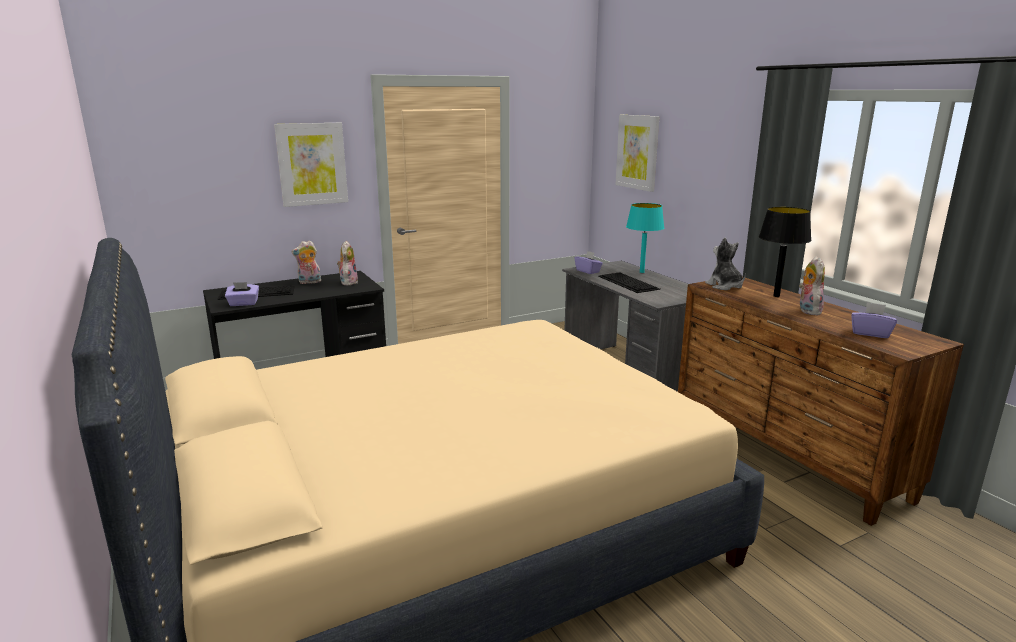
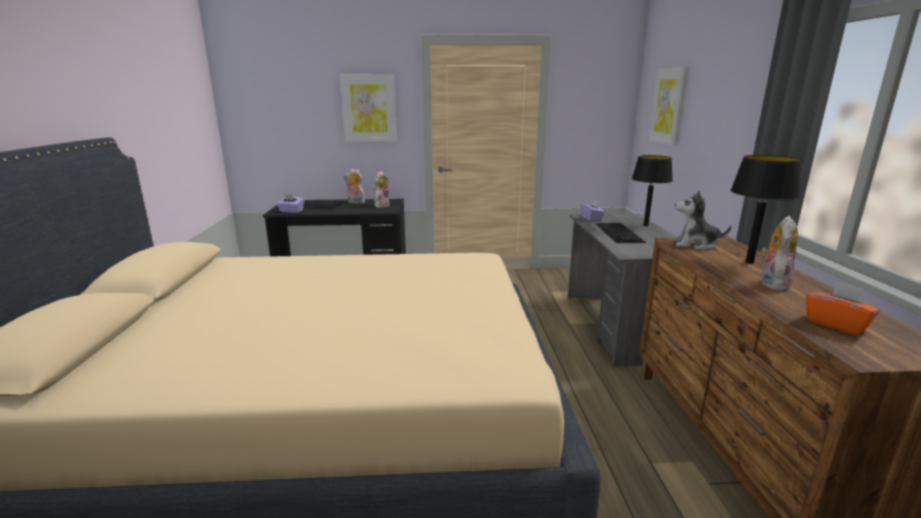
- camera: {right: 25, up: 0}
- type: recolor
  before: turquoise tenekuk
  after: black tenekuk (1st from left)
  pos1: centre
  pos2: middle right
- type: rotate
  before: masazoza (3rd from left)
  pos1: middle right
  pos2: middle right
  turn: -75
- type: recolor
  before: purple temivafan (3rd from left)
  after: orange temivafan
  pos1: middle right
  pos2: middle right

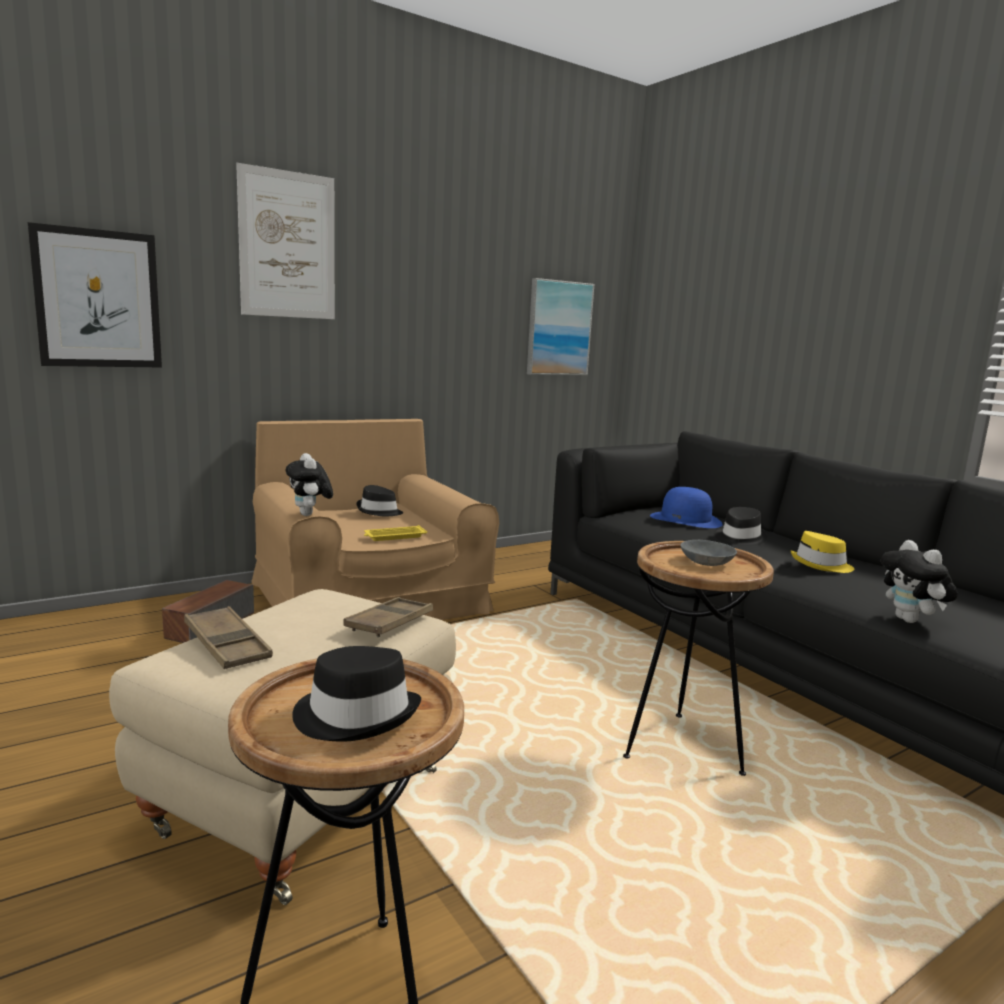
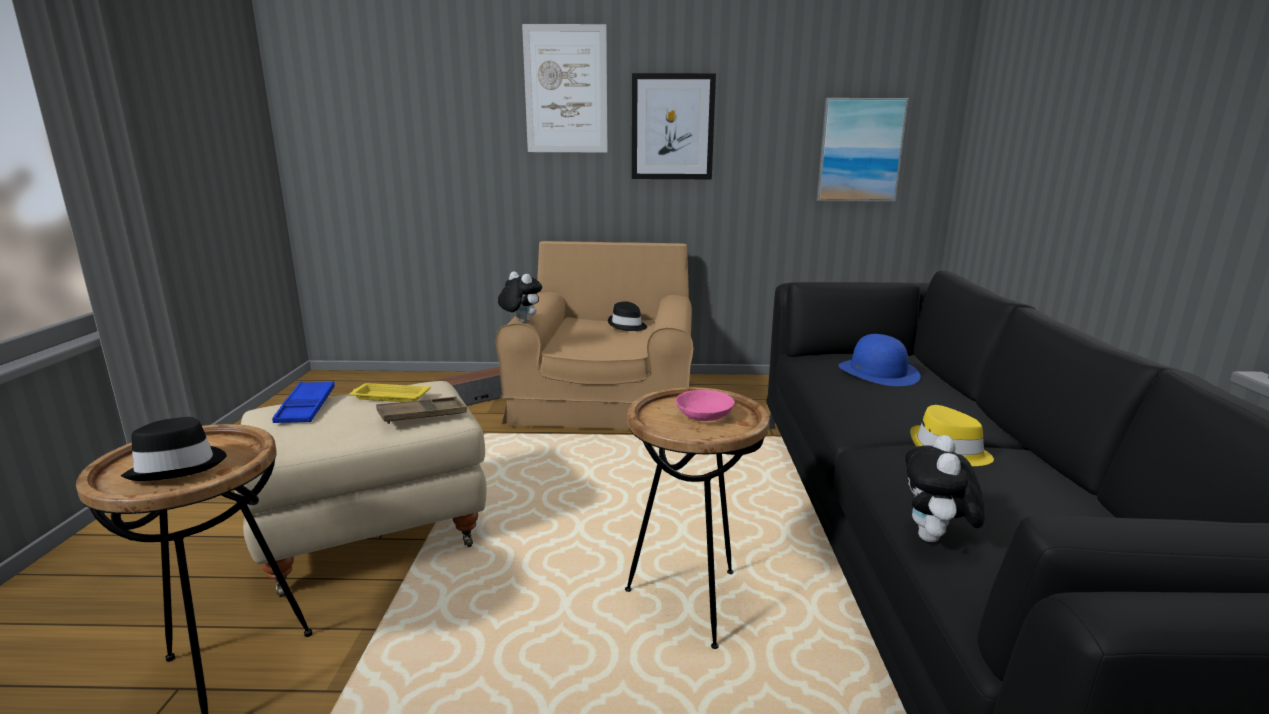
- camera: {right: 35, up: 5}
- type: recolor
  before: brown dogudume (1st from left)
  after: blue dogudume
  pos1: middle left
  pos2: middle left
- type: move
  before: yellow dogudume
  pos1: centre
  pos2: middle left
- type: rotate
  before: masazoza (1st from left)
  pos1: middle left
  pos2: centre
  turn: 120
- type: move
  before: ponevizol (1st from left in the first image)
  after: ponevizol (2nd from left)
  pos1: top left
  pos2: top centre
- type: recolor
  before: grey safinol
  after: pink safinol
  pos1: middle right
  pos2: centre
- type: delete
  before: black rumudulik (3rd from left)
  pos1: middle right

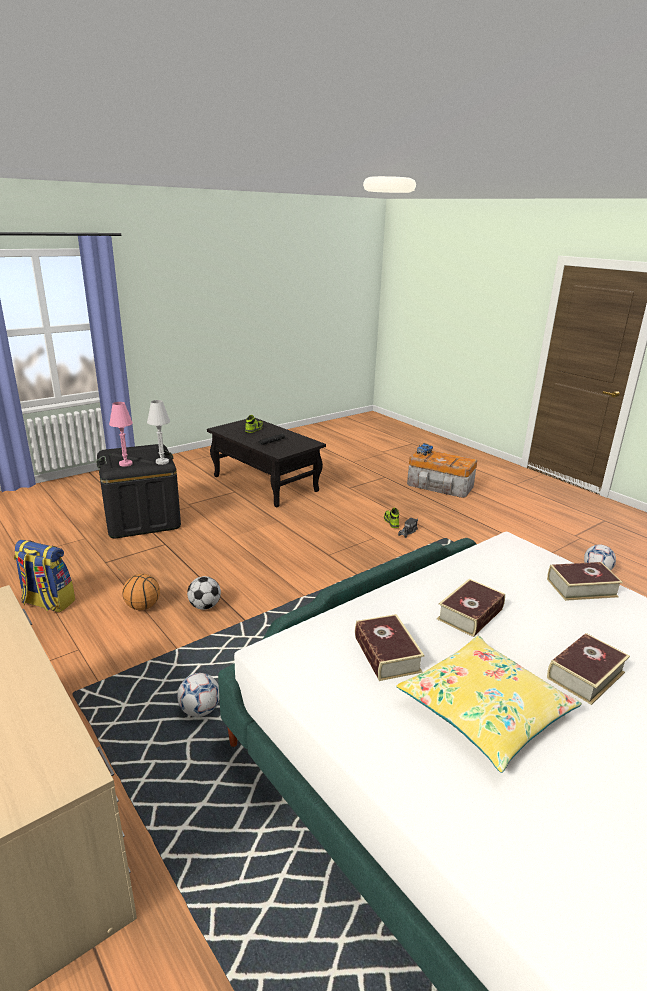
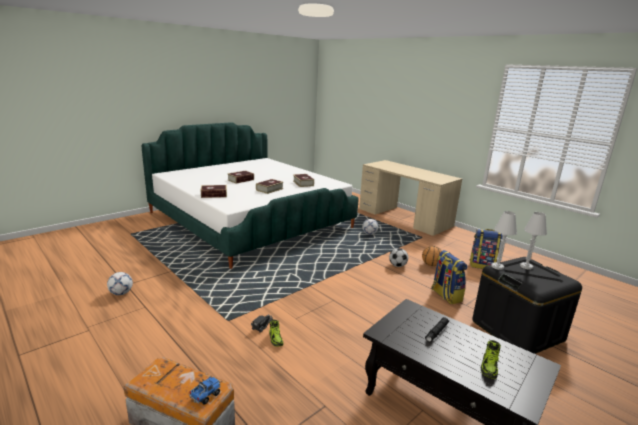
- camera: {right: 175, up: -5}
- type: insert
  after: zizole (1st from left)
  pos2: middle right
- type: recolor
  before: pink tenekuk
  after: white tenekuk (2nd from left)
  pos1: middle left
  pos2: middle right
- type: delete
  before: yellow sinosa
  pos1: bottom right

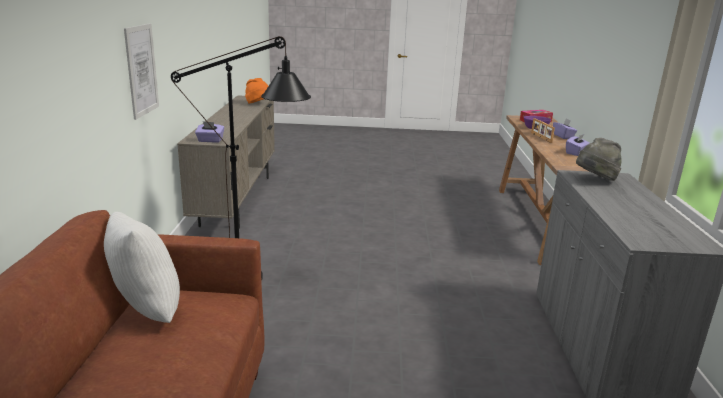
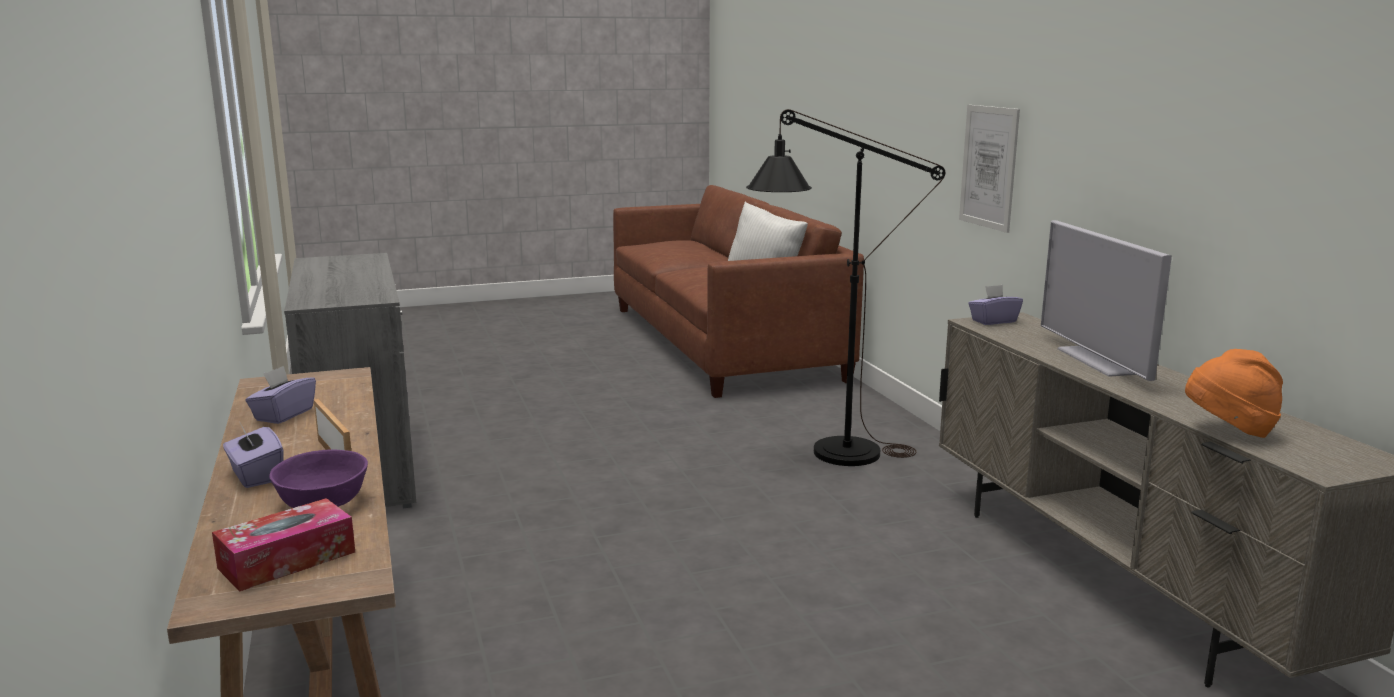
- camera: {right: 160, up: -5}
- type: insert
  after: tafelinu
  pos2: middle right
- type: delete
  before: grey rumudulik
  pos1: middle right

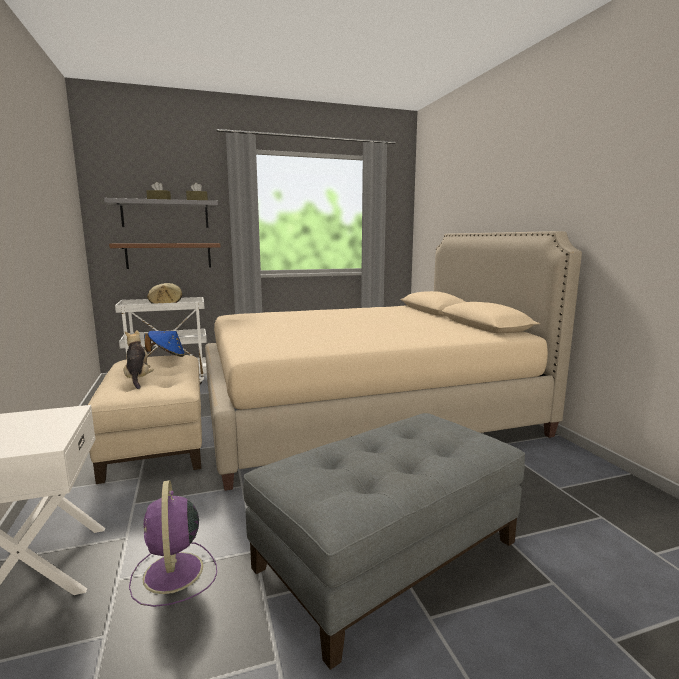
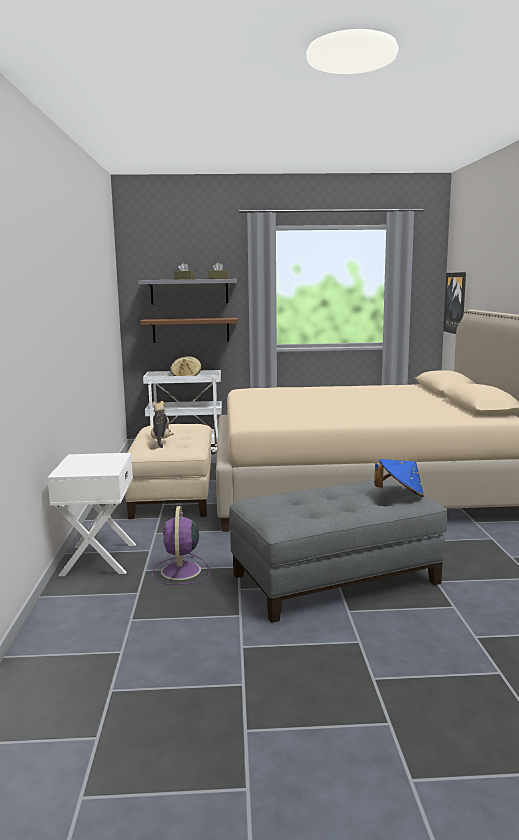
- camera: {right: 15, up: 0}
- type: move
  before: blue rumudulik
  pos1: middle left
  pos2: middle right
- type: insert
  after: ponevizol
  pos2: middle right

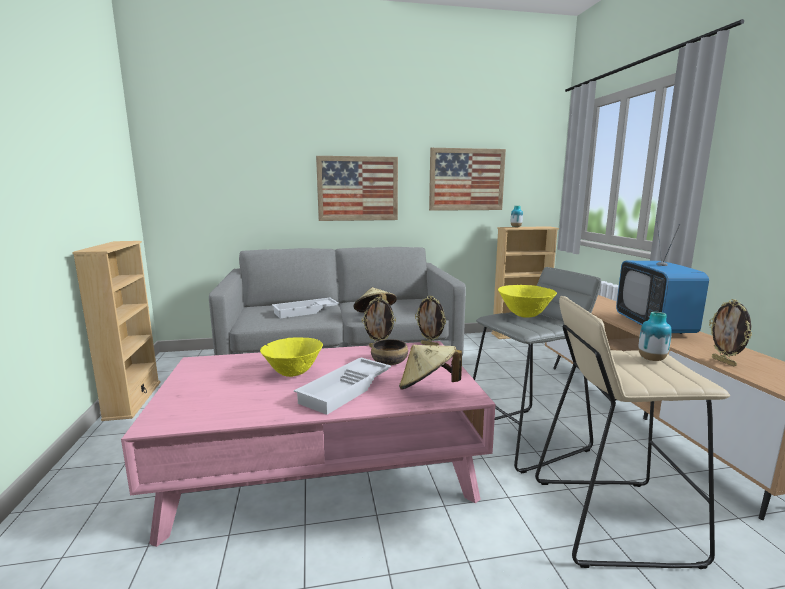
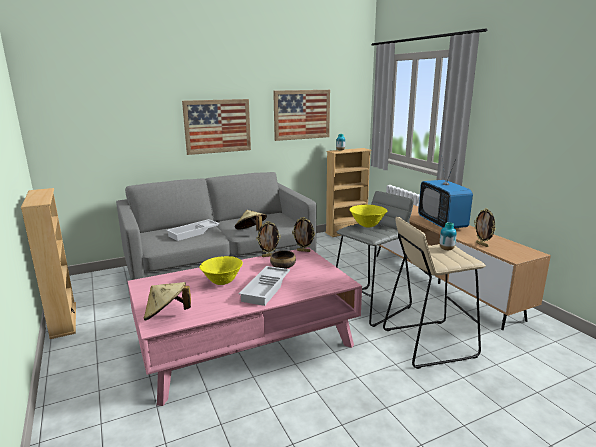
- camera: {right: -15, up: 5}
- type: move
  before: beige rumudulik (2nd from left in the first image)
  after: beige rumudulik (1st from left)
  pos1: centre
  pos2: bottom left

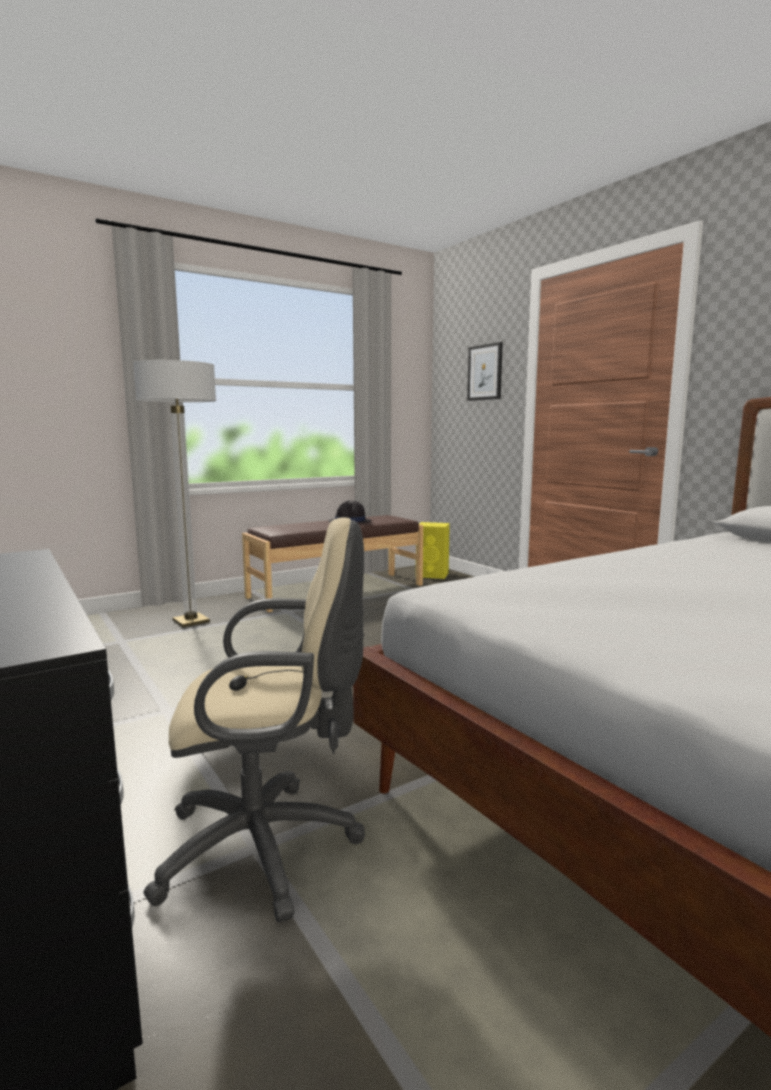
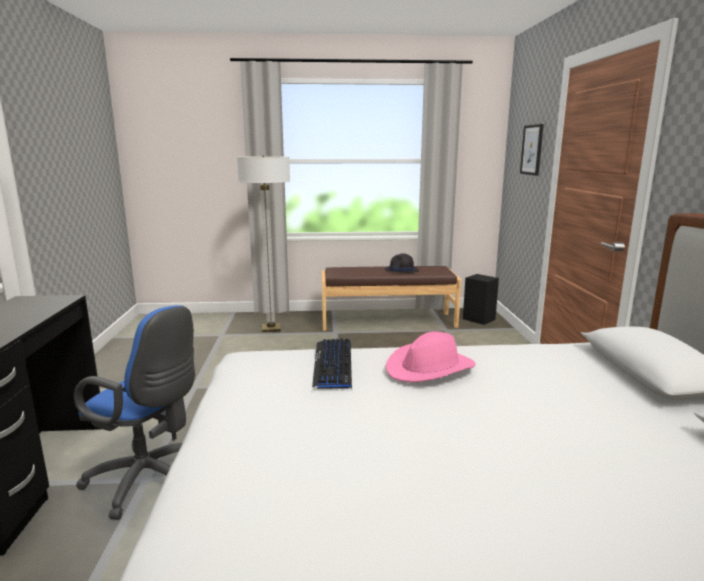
- camera: {right: 30, up: 5}
- type: recolor
  before: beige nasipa
  after: blue nasipa
  pos1: middle left
  pos2: bottom left
- type: insert
  after: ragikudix
  pos2: centre
- type: insert
  after: pink rumudulik
  pos2: centre
- type: recolor
  before: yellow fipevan
  after: black fipevan
  pos1: centre
  pos2: middle right

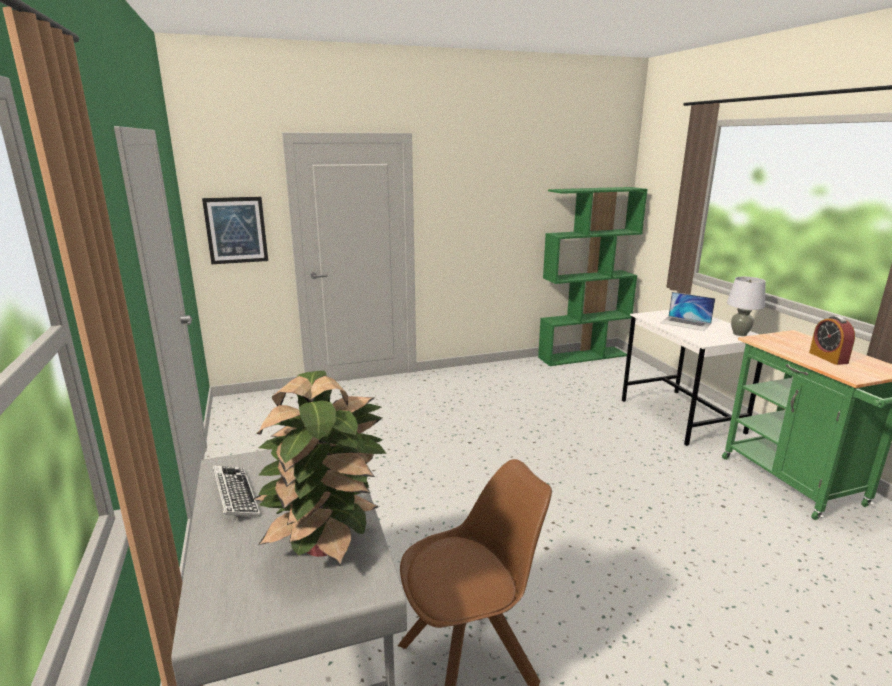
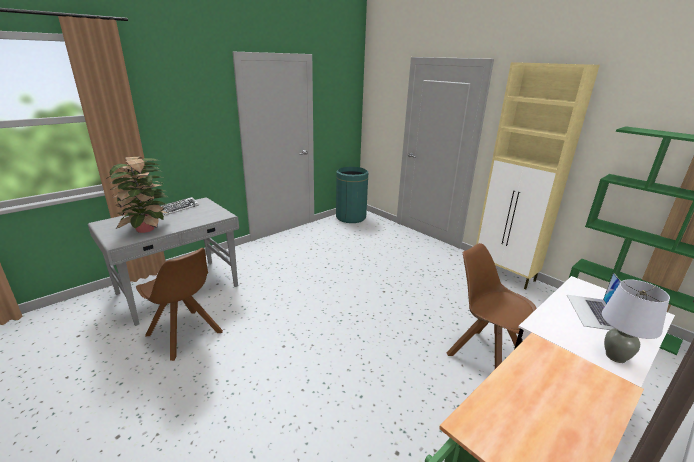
- camera: {right: 65, up: 5}
- type: insert
  after: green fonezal
  pos2: centre
- type: insert
  after: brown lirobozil (2nd from left)
  pos2: middle right
- type: insert
  after: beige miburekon
  pos2: middle right
- type: delete
  before: ponevizol
  pos1: middle left
- type: delete
  before: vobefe
  pos1: middle right

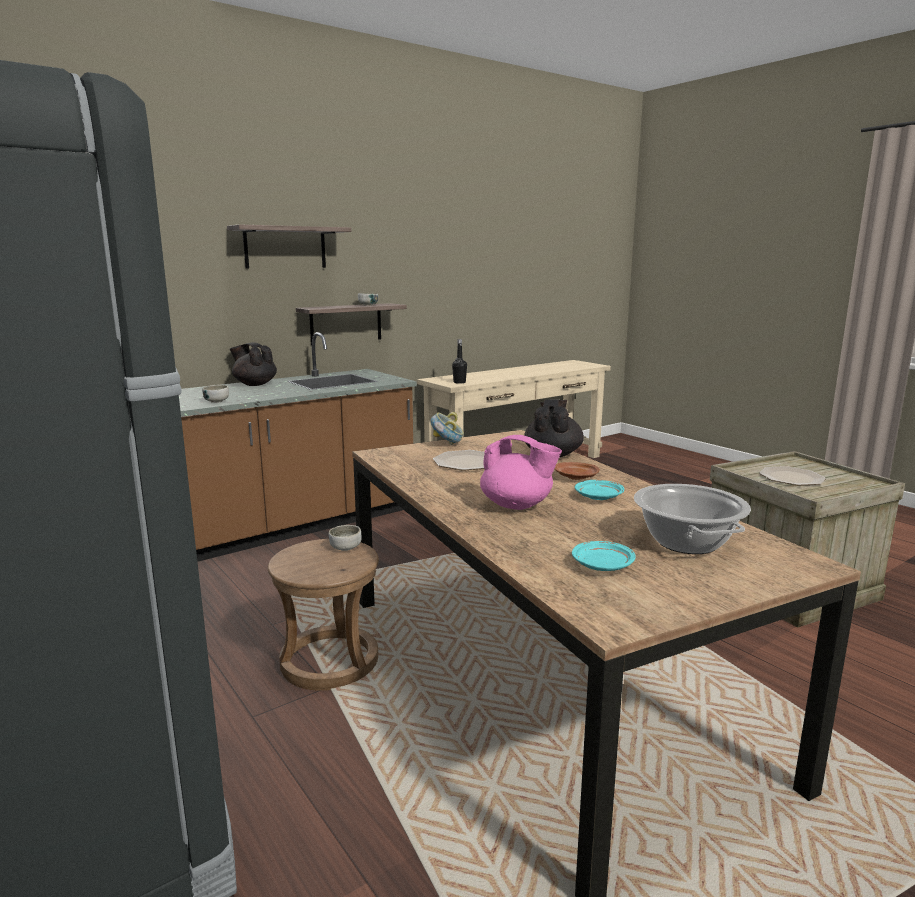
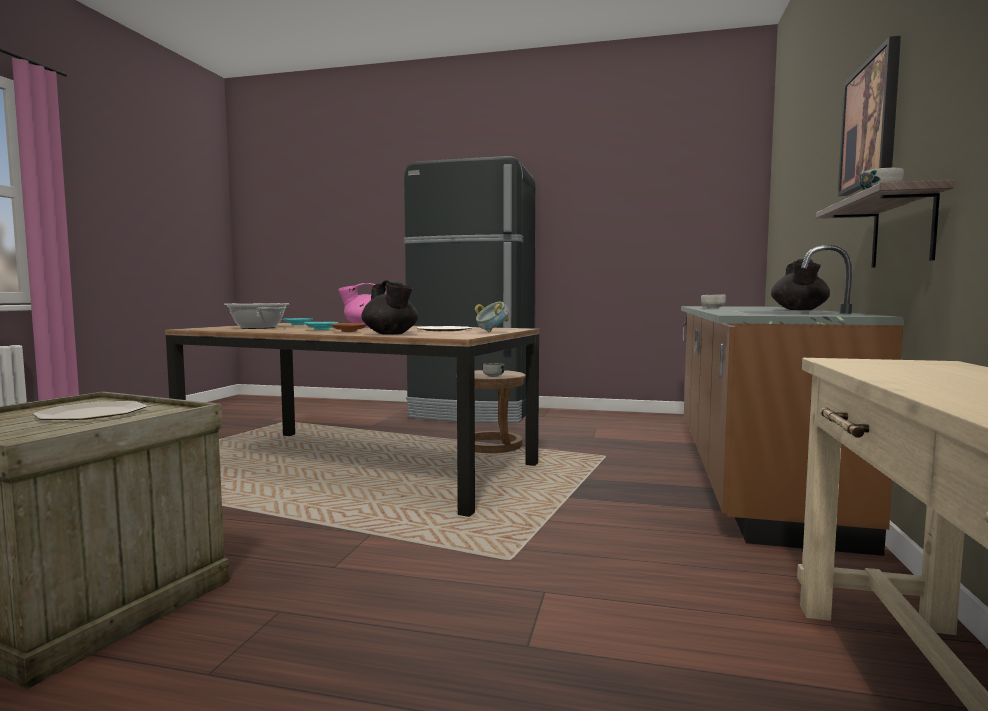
- camera: {right: 140, up: -10}
- type: rotate
  before: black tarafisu (1st from left in the first image)
  pos1: middle left
  pos2: middle right
  turn: 120
- type: replace
  before: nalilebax (1st from left)
  after: ponevizol
  pos1: top left
  pos2: top right
- type: delete
  before: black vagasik
  pos1: centre

